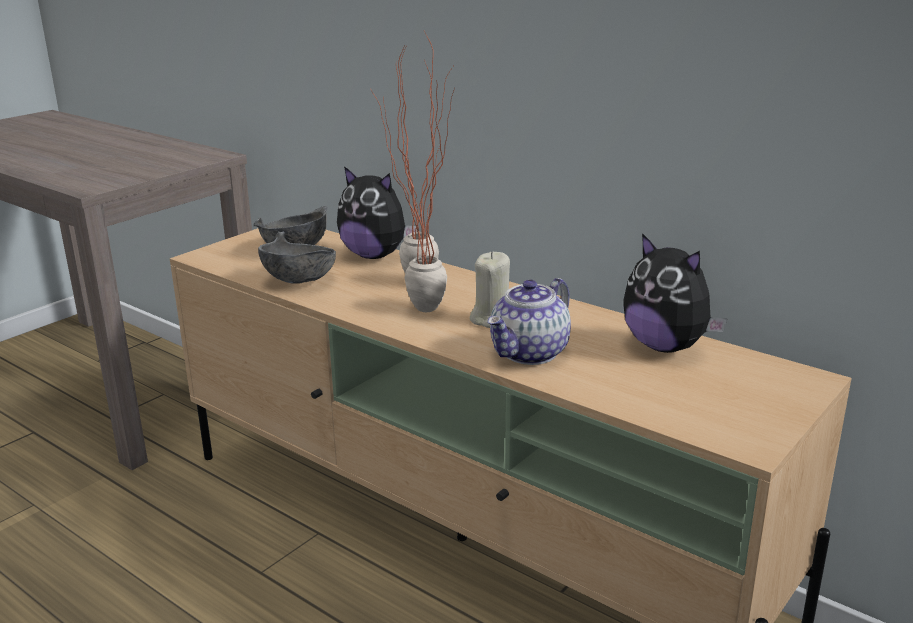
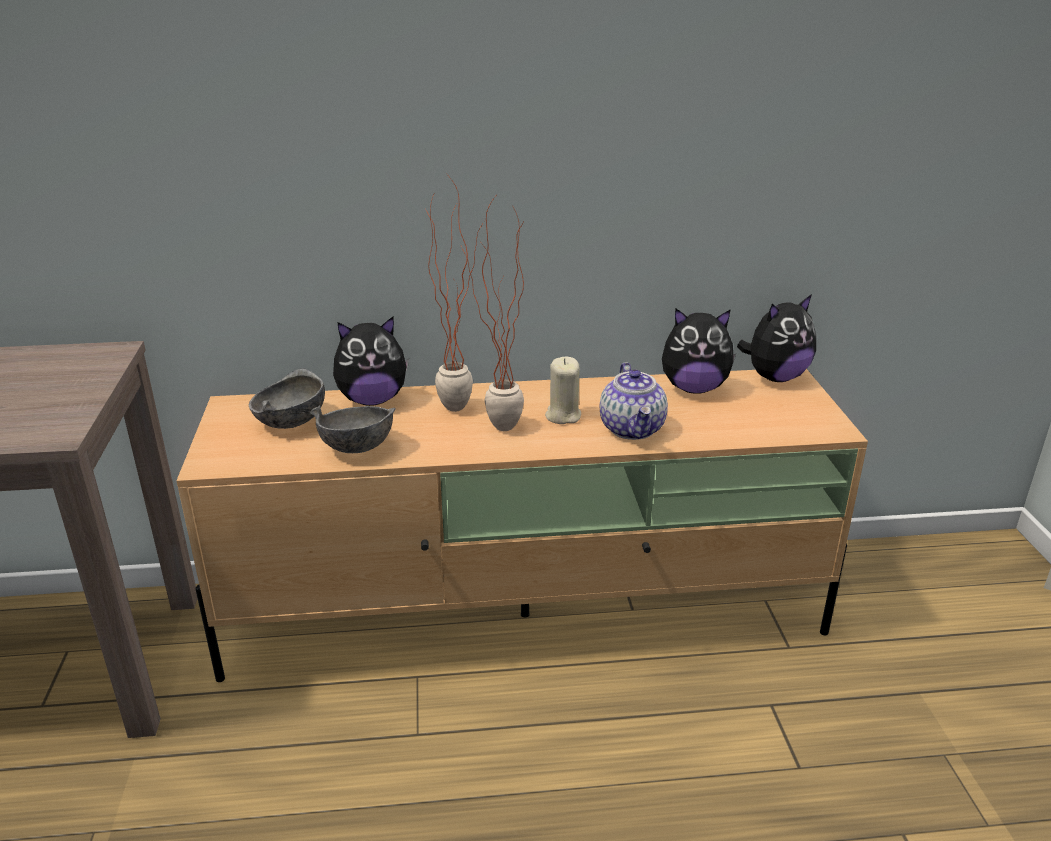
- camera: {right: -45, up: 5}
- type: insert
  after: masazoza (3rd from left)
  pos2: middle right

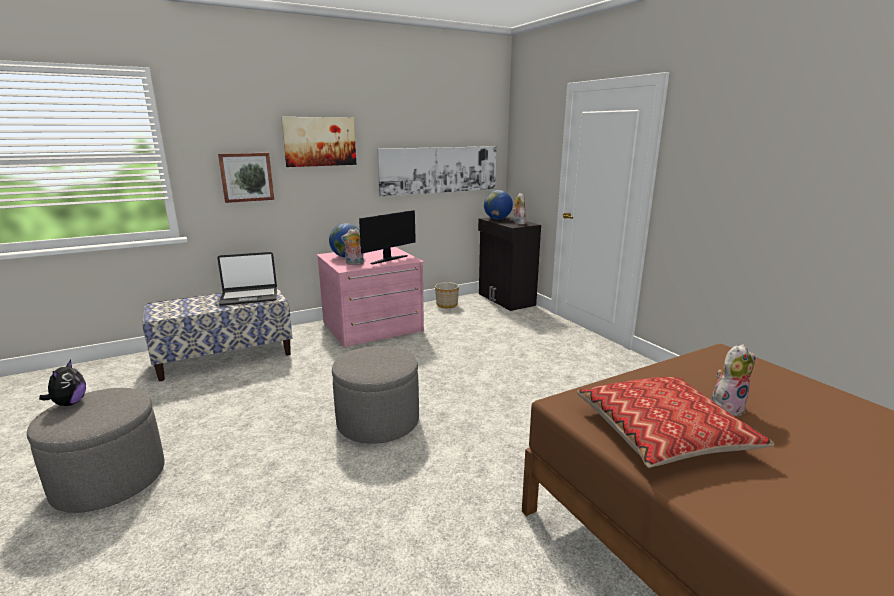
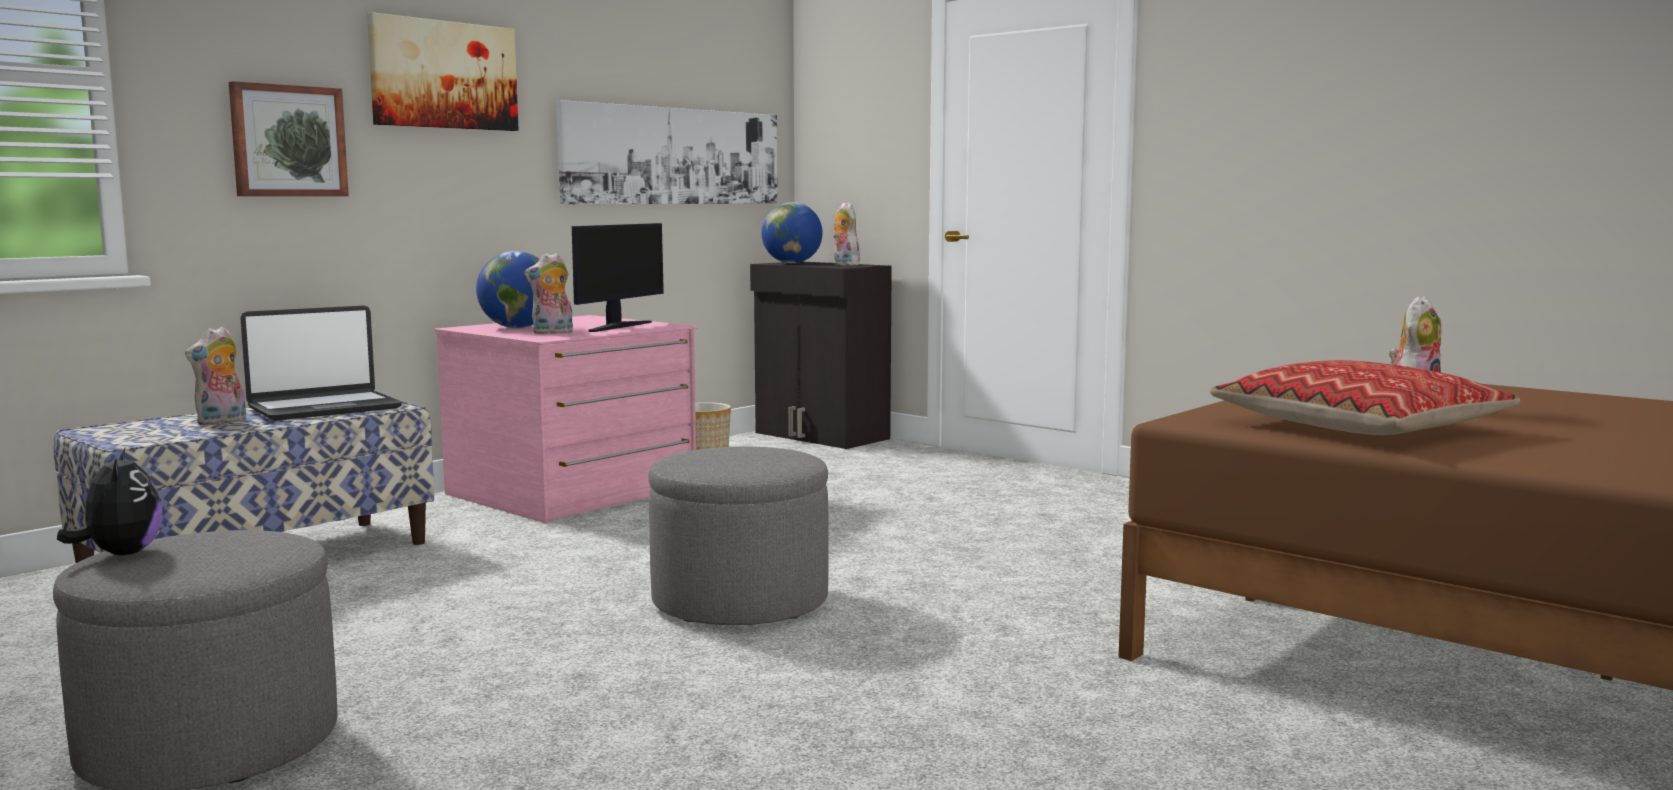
- camera: {right: -20, up: -10}
- type: insert
  after: masazoza (2nd from left)
  pos2: middle left

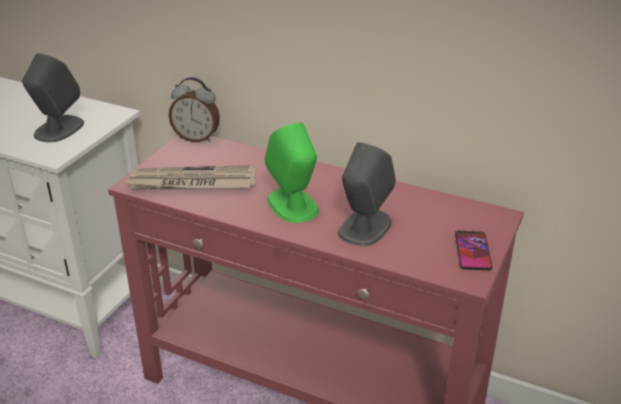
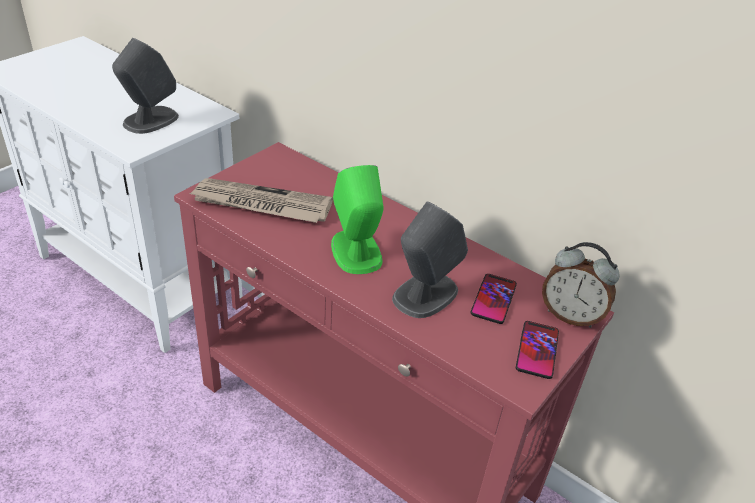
- camera: {right: 10, up: 5}
- type: insert
  after: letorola (1st from left)
  pos2: centre
- type: move
  before: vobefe
  pos1: top left
  pos2: middle right

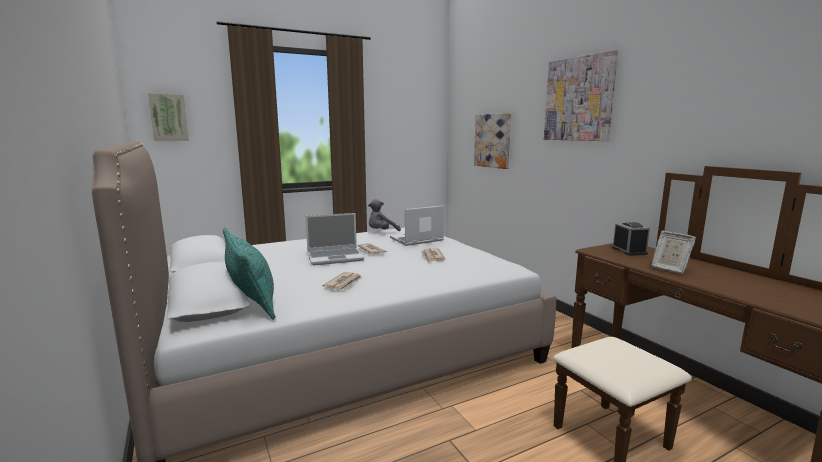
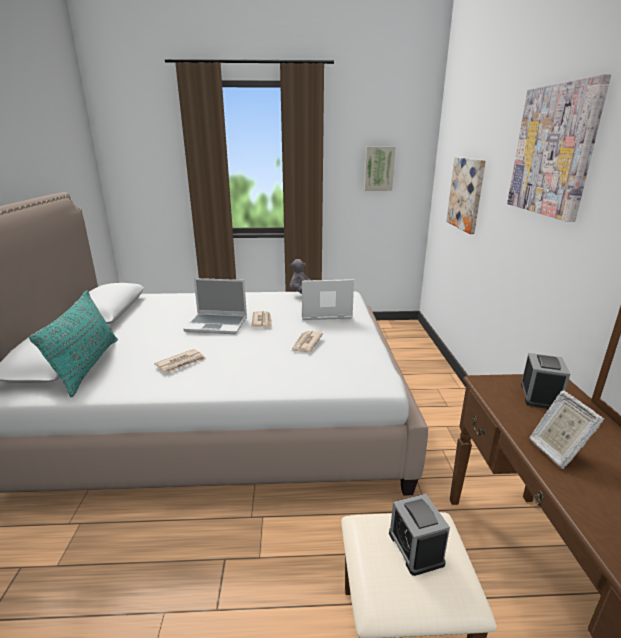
- camera: {right: 25, up: 10}
- type: move
  before: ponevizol (1st from left)
  pos1: top left
  pos2: top centre
- type: insert
  after: vobefe (1st from left)
  pos2: bottom right

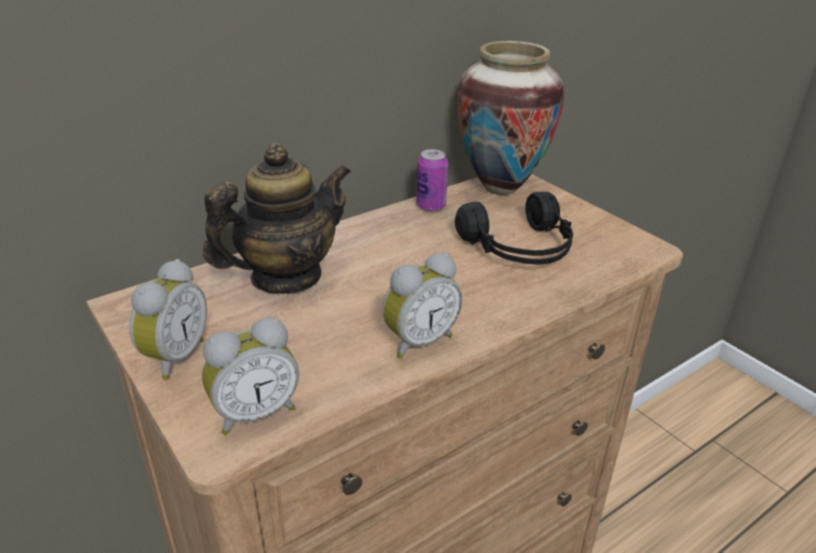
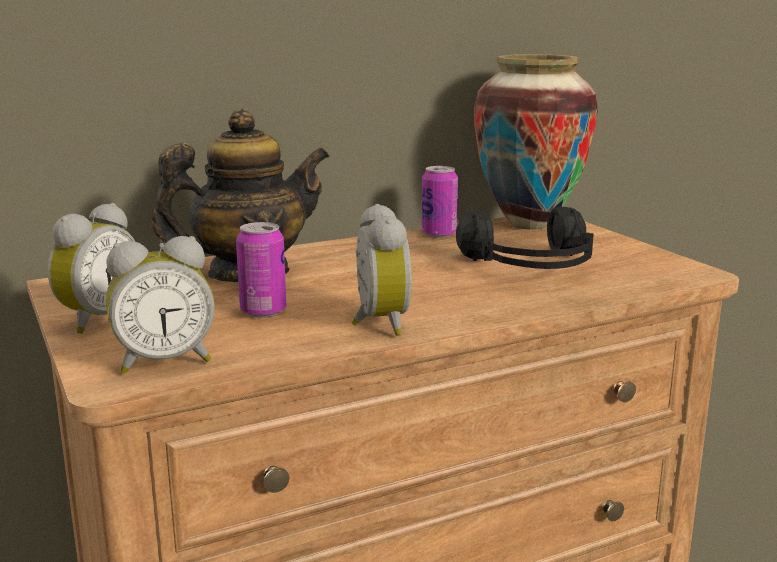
- camera: {right: 10, up: -15}
- type: insert
  after: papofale (1st from left)
  pos2: centre
- type: rotate
  before: vobefe (3rd from left)
  pos1: centre
  pos2: centre
  turn: -75

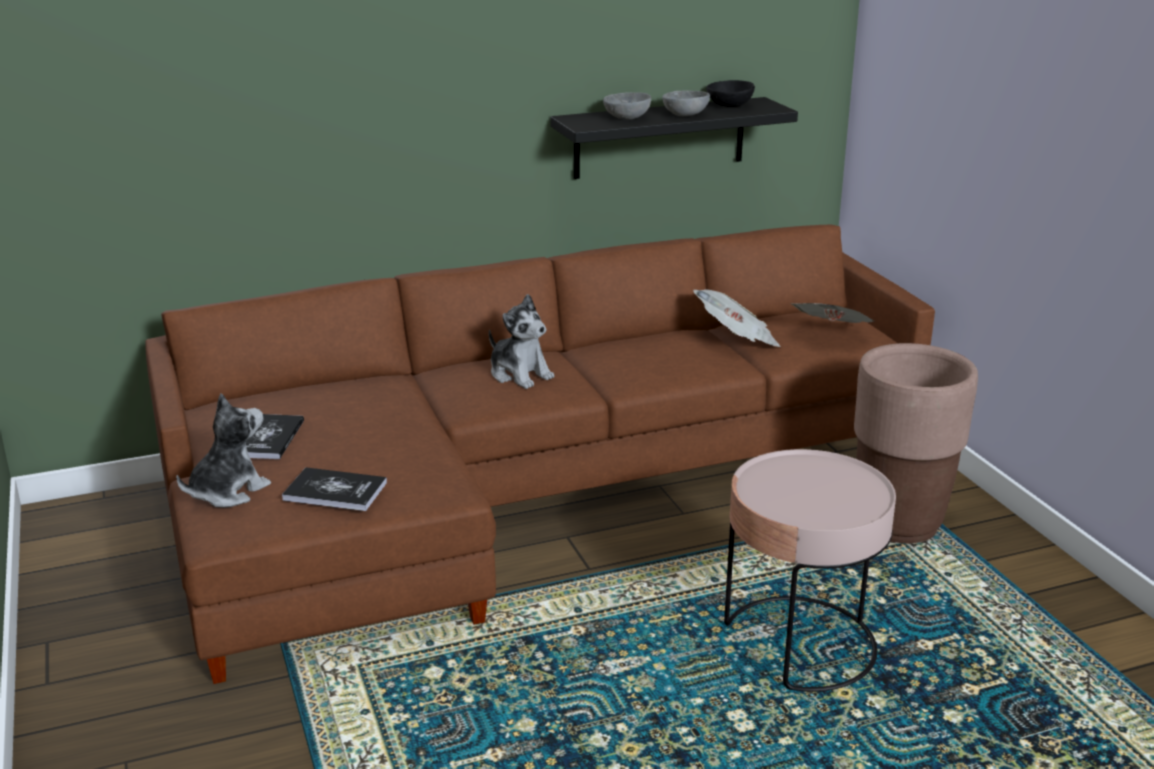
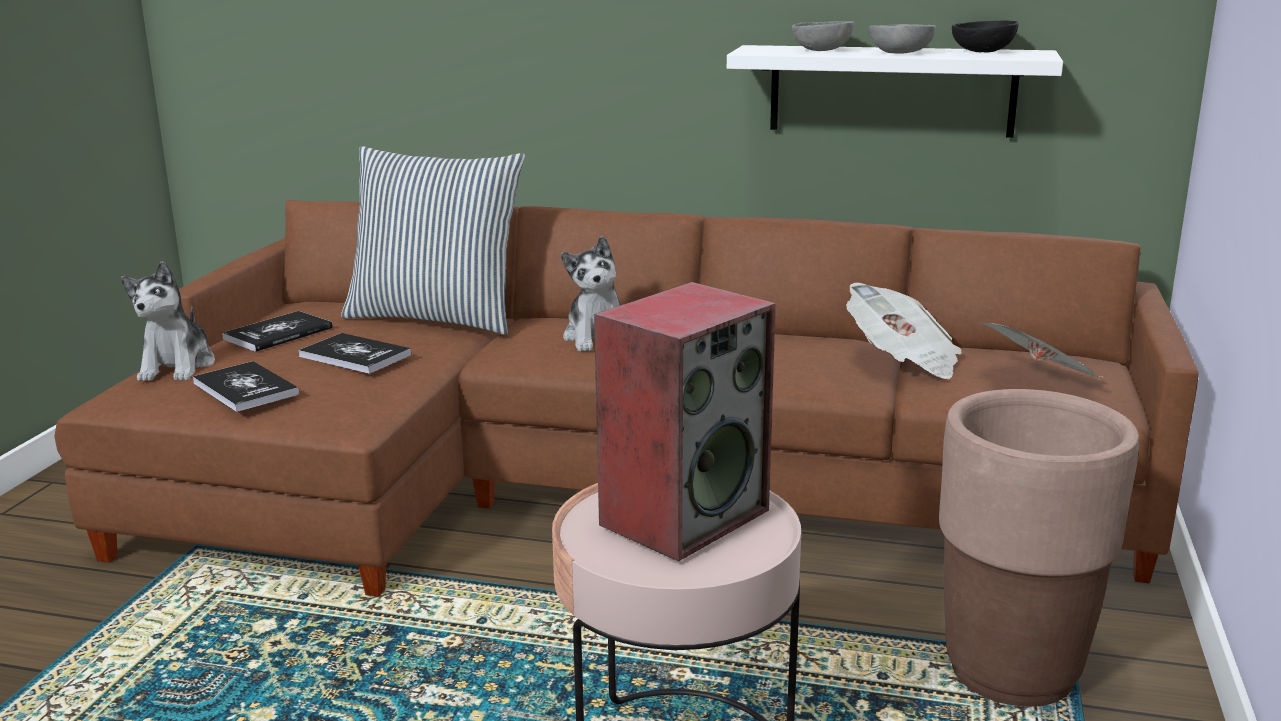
- camera: {right: 35, up: -5}
- type: rotate
  before: masazoza (1st from left)
  pos1: middle left
  pos2: middle left
  turn: 105
- type: insert
  after: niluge (3rd from left)
  pos2: middle left
- type: insert
  after: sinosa
  pos2: top centre
- type: insert
  after: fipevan
  pos2: centre
- type: recolor
  before: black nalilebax
  after: white nalilebax
  pos1: top centre
  pos2: top right

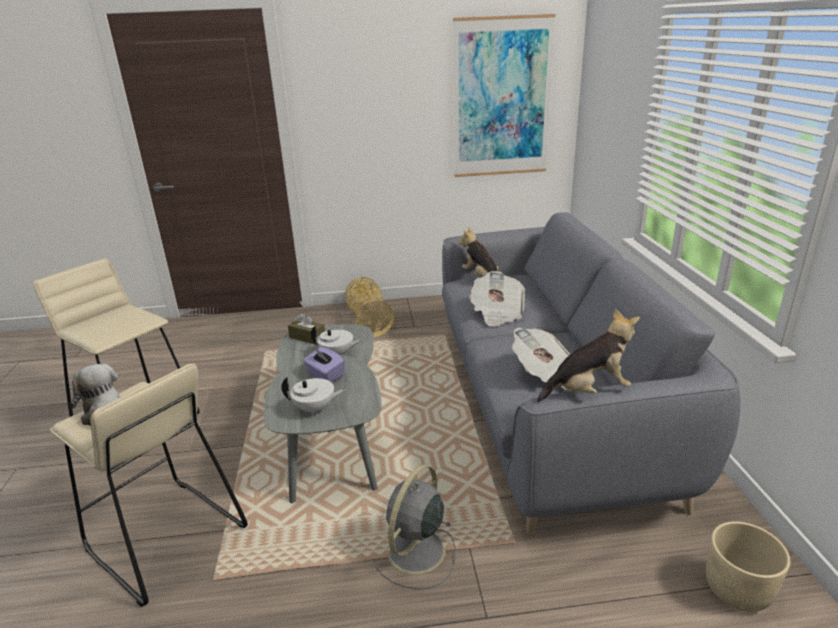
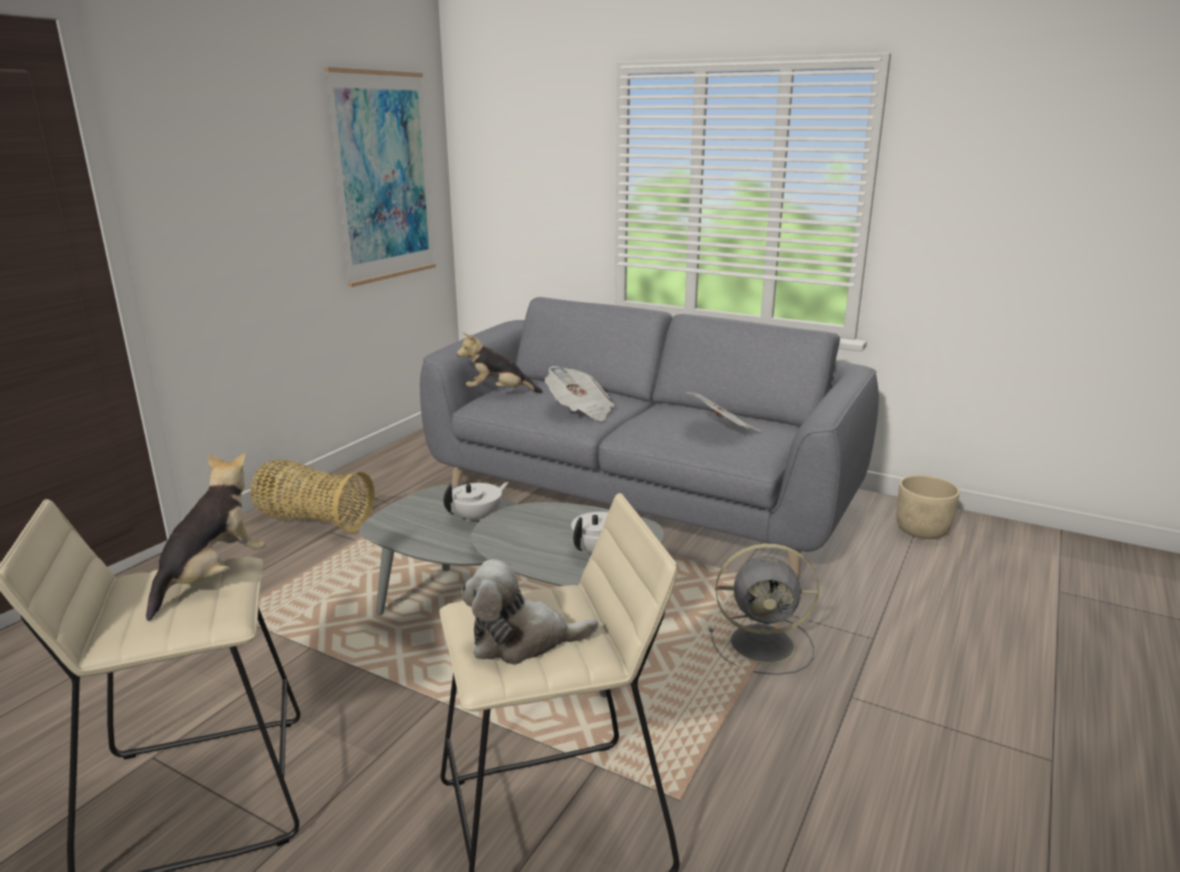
- camera: {right: -55, up: -5}
- type: move
  before: masazoza (3rd from left in the first image)
  after: masazoza (1st from left)
  pos1: middle right
  pos2: middle left
- type: rotate
  before: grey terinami
  pos1: bottom centre
  pos2: bottom centre
  turn: -60
- type: delete
  before: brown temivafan
  pos1: centre
- type: delete
  before: purple temivafan
  pos1: centre

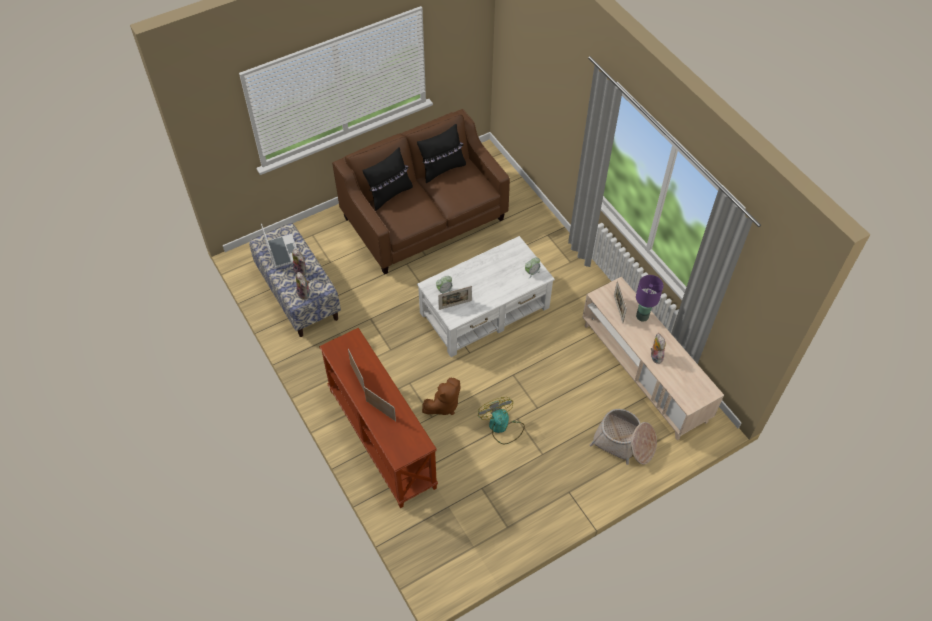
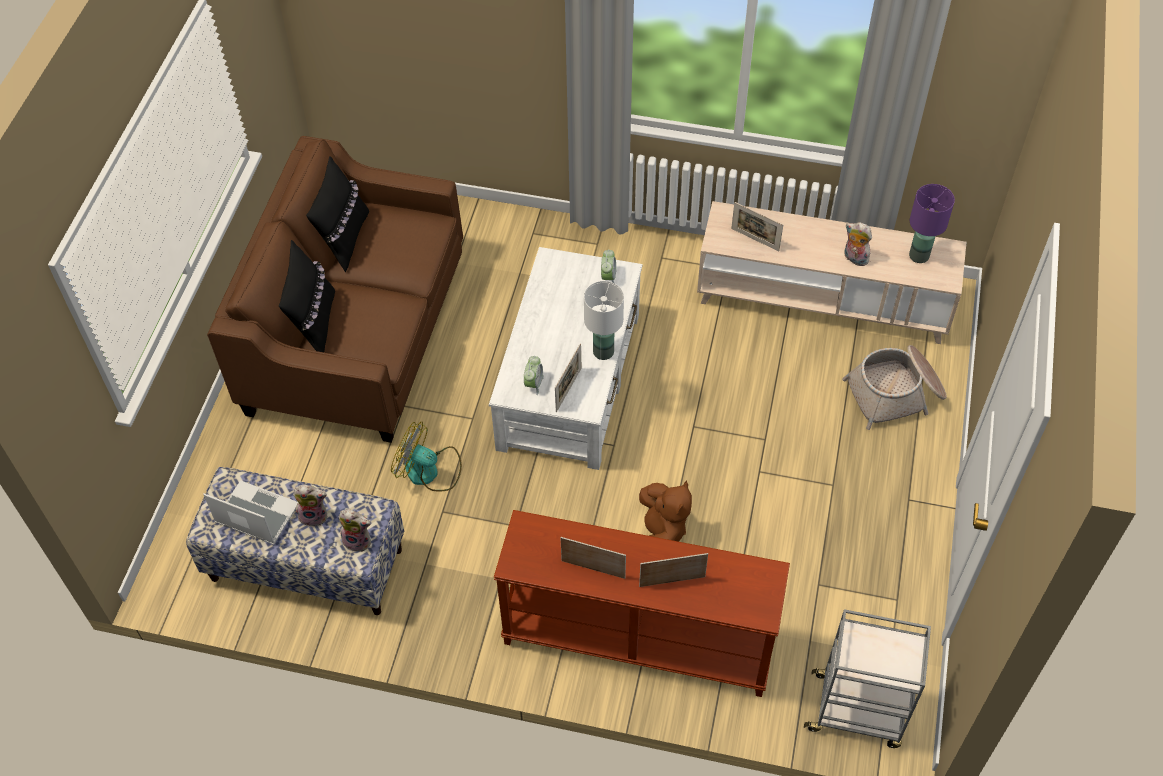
- camera: {right: -45, up: 0}
- type: move
  before: terinami
  pos1: bottom centre
  pos2: centre
- type: insert
  after: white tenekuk
  pos2: centre
- type: insert
  after: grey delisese
  pos2: bottom right
- type: move
  before: purple tenekuk
  pos1: middle right
  pos2: top right

